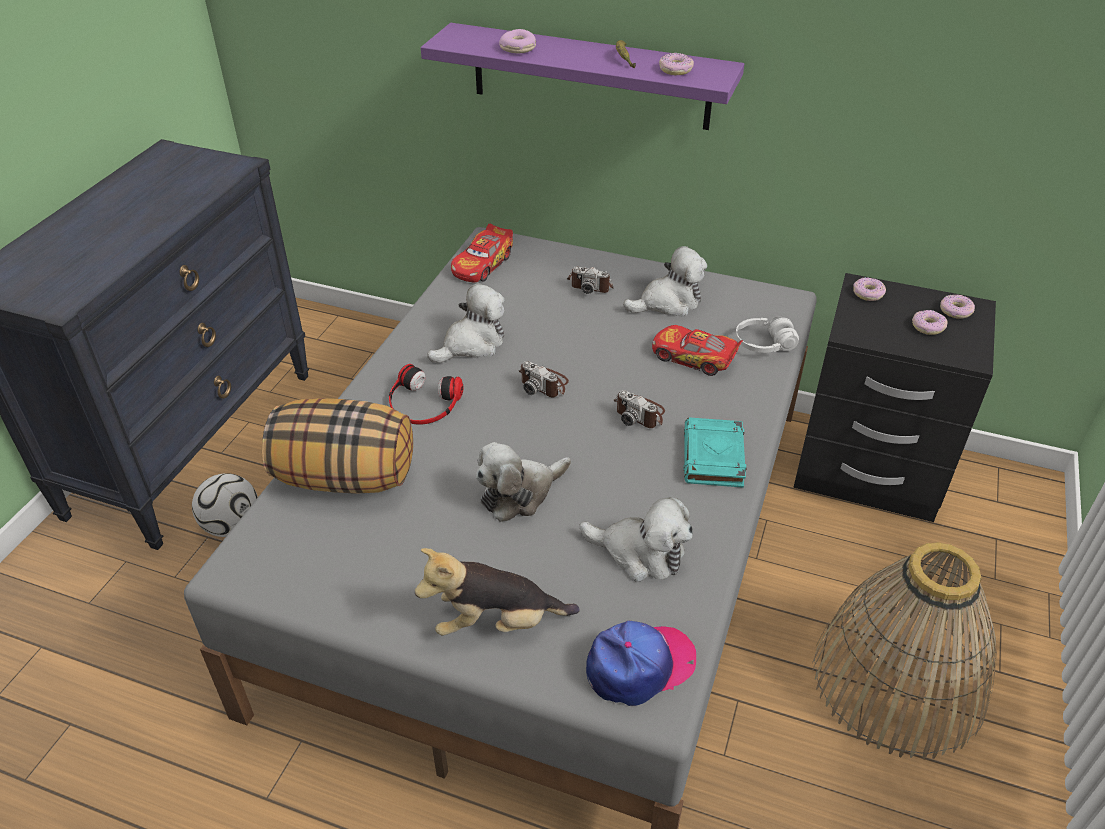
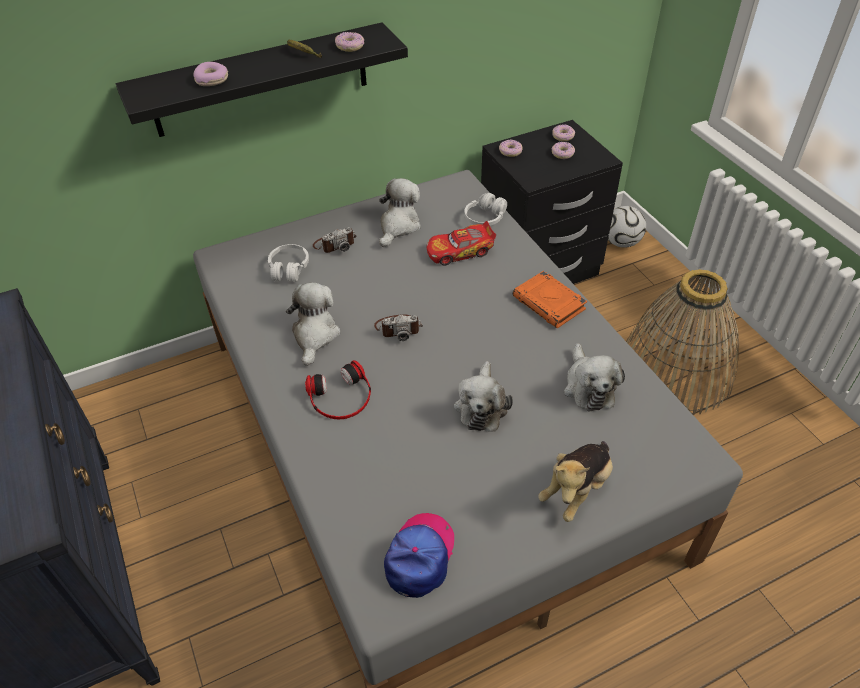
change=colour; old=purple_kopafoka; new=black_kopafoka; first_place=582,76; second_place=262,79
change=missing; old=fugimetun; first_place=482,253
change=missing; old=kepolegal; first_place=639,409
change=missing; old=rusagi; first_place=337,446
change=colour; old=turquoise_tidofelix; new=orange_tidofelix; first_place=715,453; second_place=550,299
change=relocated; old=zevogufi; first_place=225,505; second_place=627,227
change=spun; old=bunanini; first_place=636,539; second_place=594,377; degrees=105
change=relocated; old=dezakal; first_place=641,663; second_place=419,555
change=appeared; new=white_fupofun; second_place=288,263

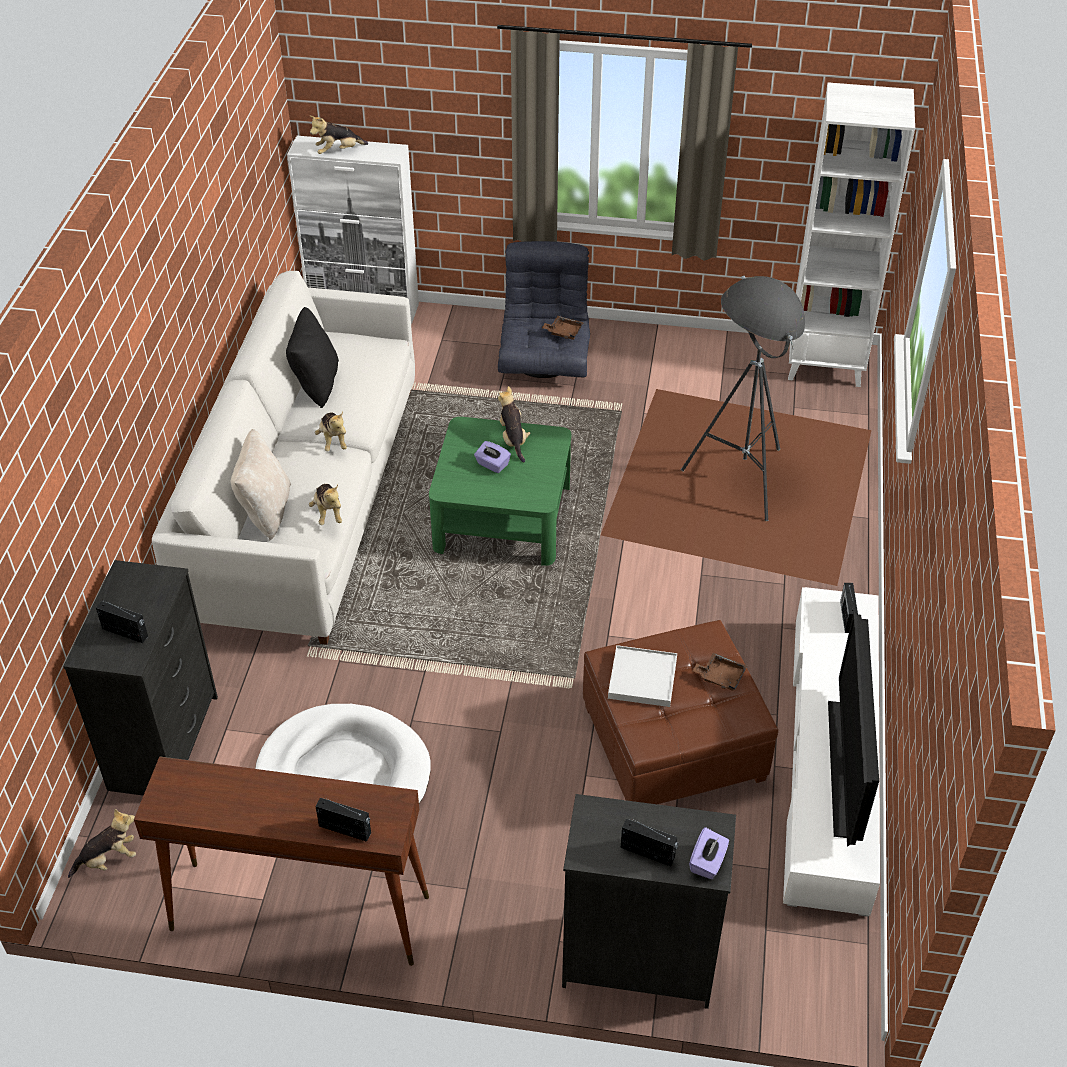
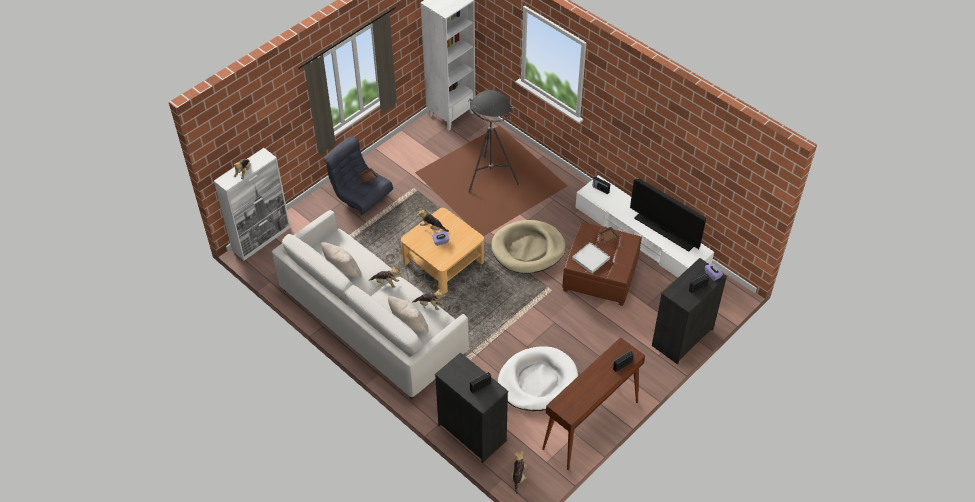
change=colour; old=black_rusagi; new=beige_rusagi; first_place=312,357; second_place=341,259
change=colour; old=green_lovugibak; new=beige_lovugibak; first_place=500,491; second_place=442,251
change=appeared; new=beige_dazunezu; second_place=528,246

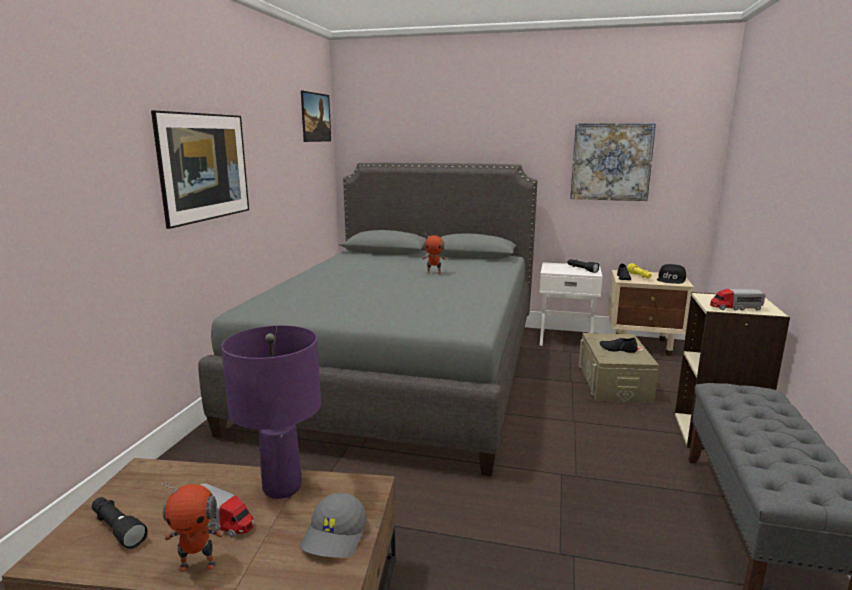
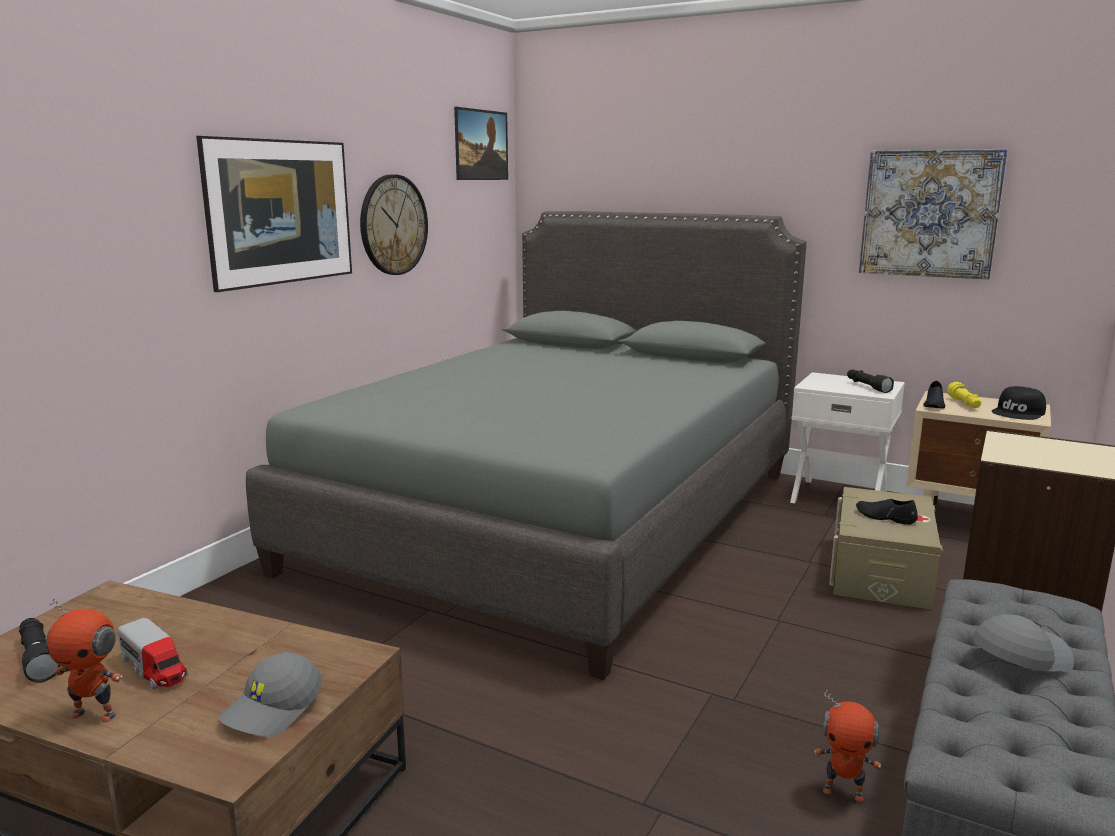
change=relocated; old=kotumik; first_place=434,253; second_place=847,746
change=missing; old=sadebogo; first_place=738,299
change=missing; old=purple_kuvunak; first_place=271,412
change=appeared; new=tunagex; second_place=394,224
change=appeared; new=grey_dezakal; second_place=1023,642

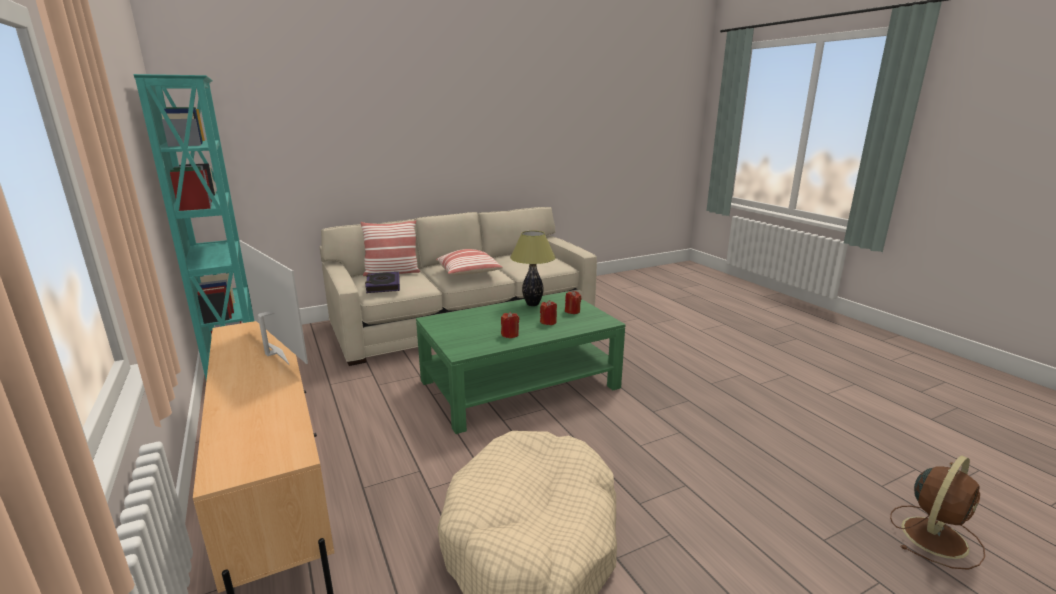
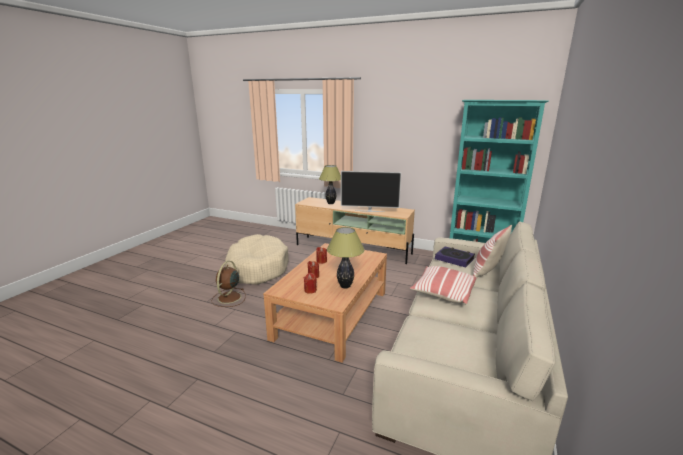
change=colour; old=green_lovugibak; new=brown_lovugibak; first_place=521,362; second_place=325,303
change=relocated; old=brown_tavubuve; first_place=937,513; second_place=228,284
change=appeared; new=kuvunak; second_place=330,184

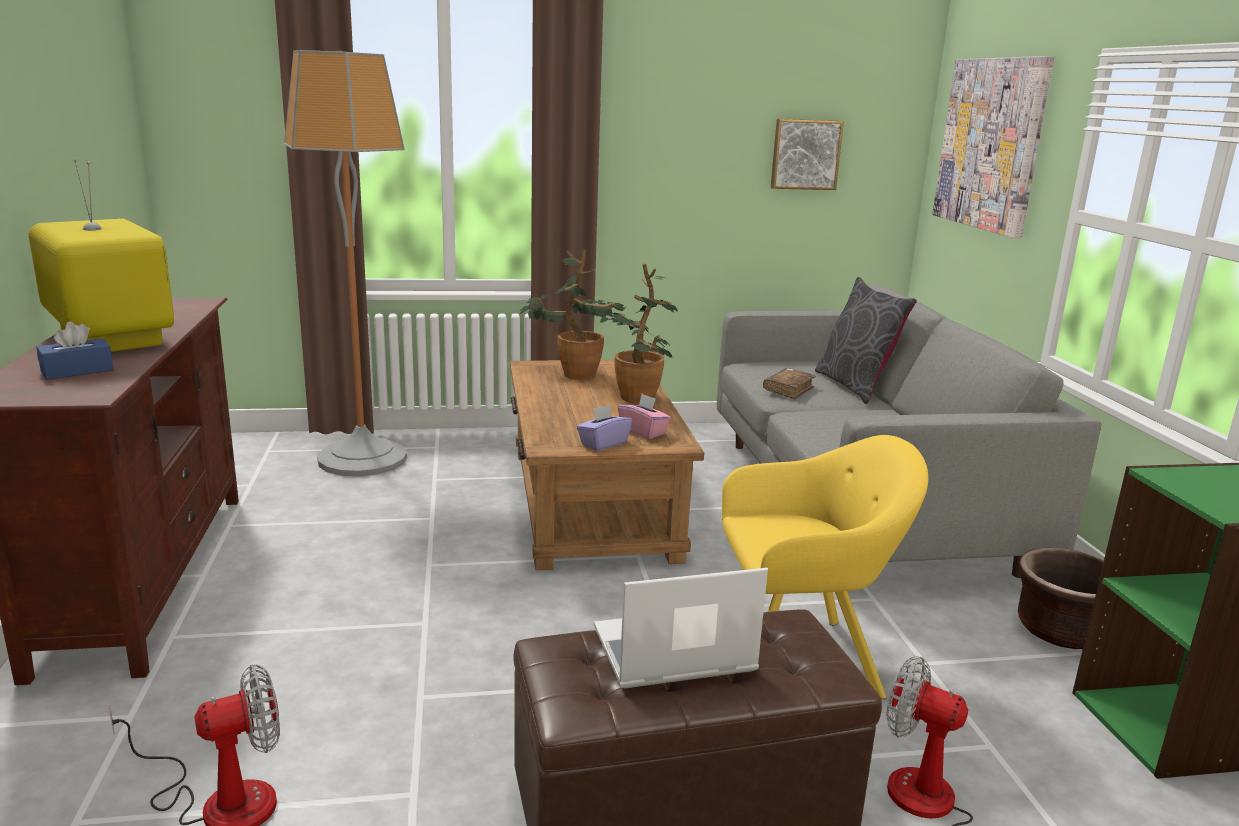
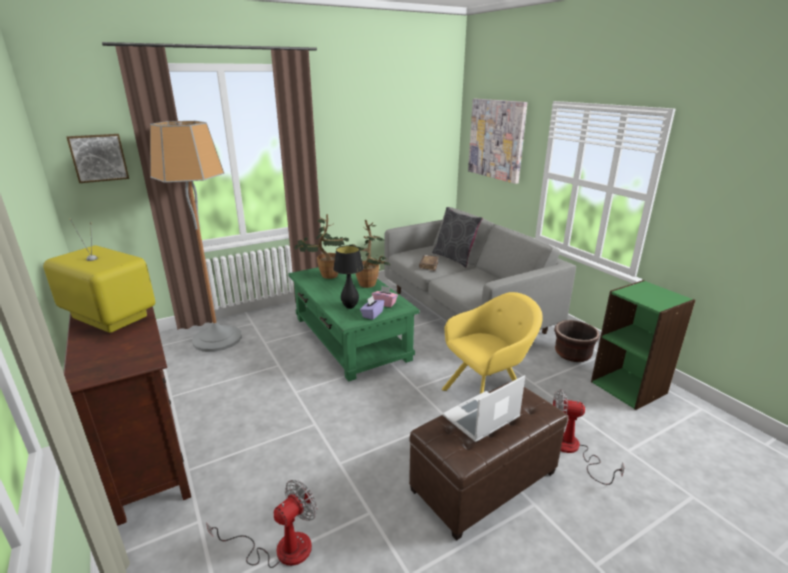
change=relocated; old=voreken; first_place=807,154; second_place=98,158
change=missing; old=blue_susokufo; first_place=75,351
change=colour; old=brown_lovugibak; new=green_lovugibak; first_place=607,465; second_place=354,324
change=appeared; new=black_kuvunak; second_place=348,277

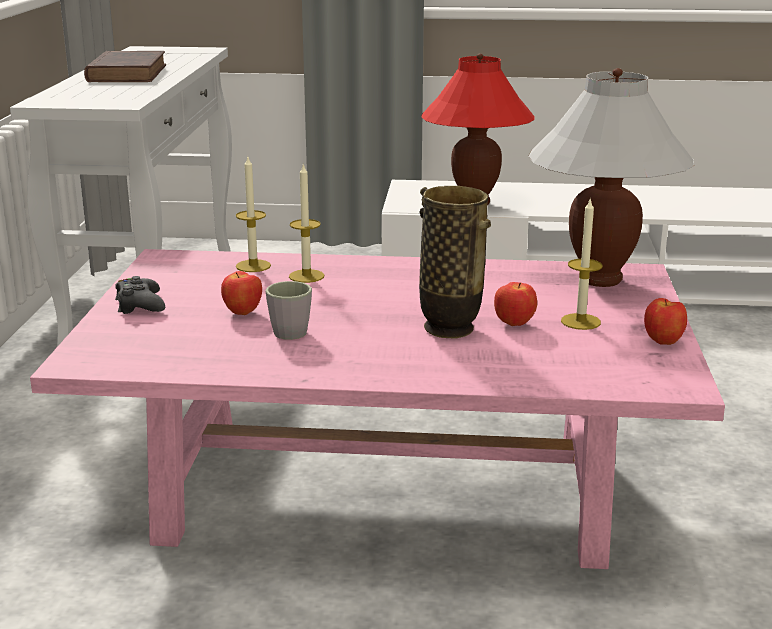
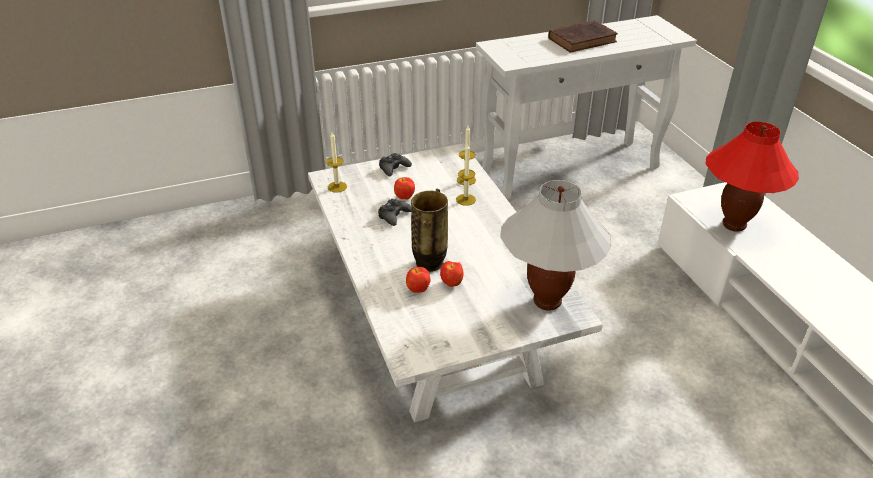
change=relocated; old=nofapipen; first_place=581,264; second_place=336,162
change=colour; old=pink_lovugibak; new=white_lovugibak; first_place=377,409; second_place=455,283
change=exchanged; old=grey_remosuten; new=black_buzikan; first_place=289,310; second_place=395,212
change=relocated; old=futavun; first_place=665,321; second_place=418,280

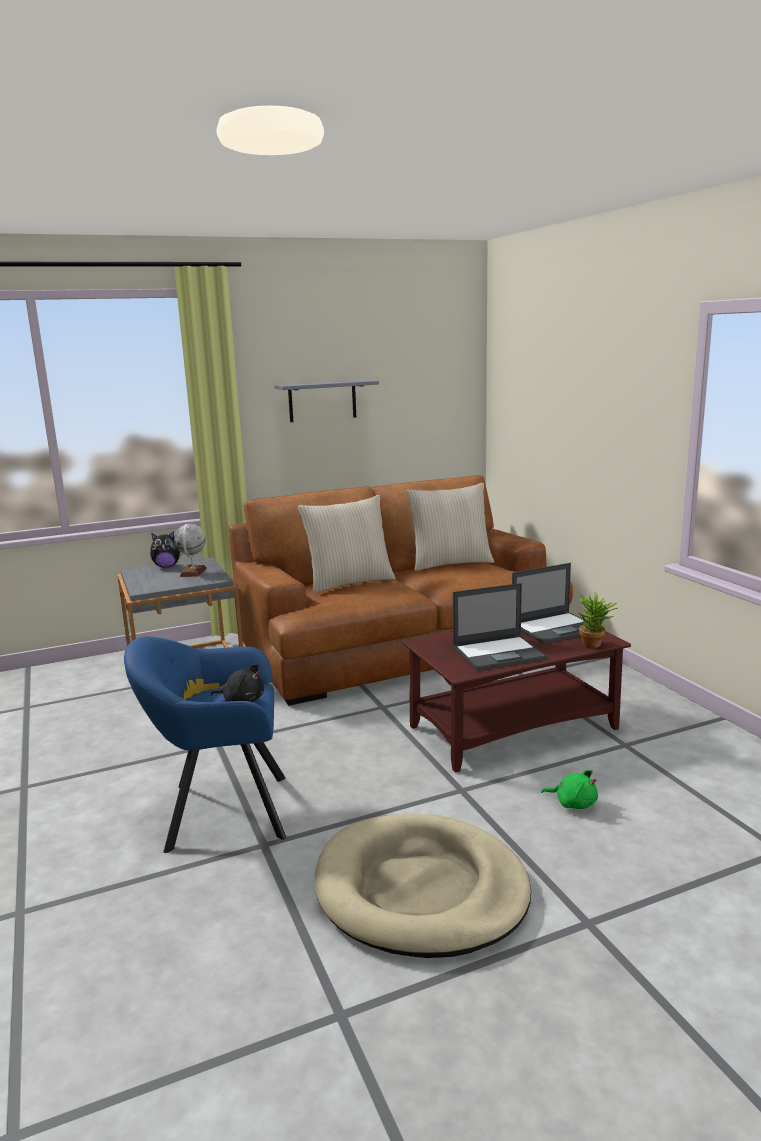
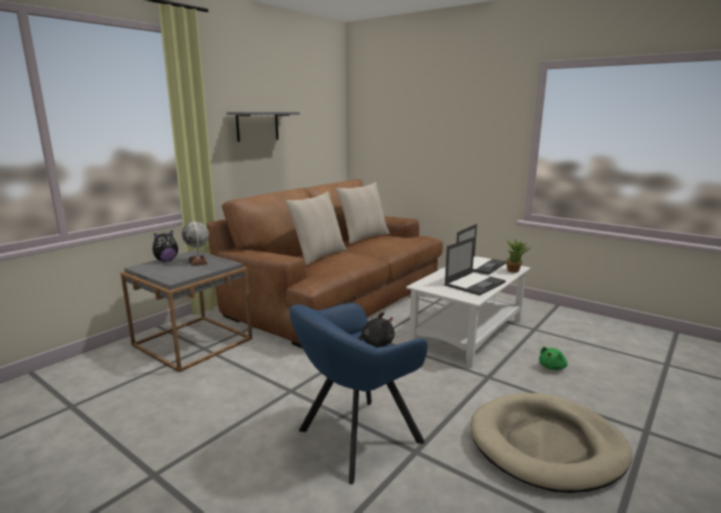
change=colour; old=brown_lovugibak; new=white_lovugibak; first_place=516,702; second_place=468,315
change=spun; old=green_bunanini; first_place=569,789; second_place=553,358; degrees=135

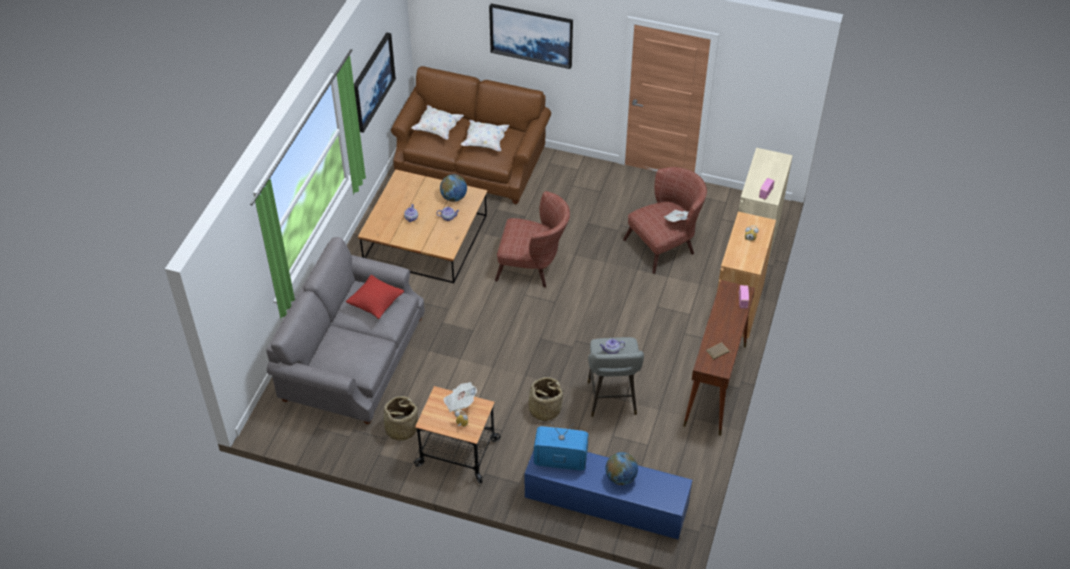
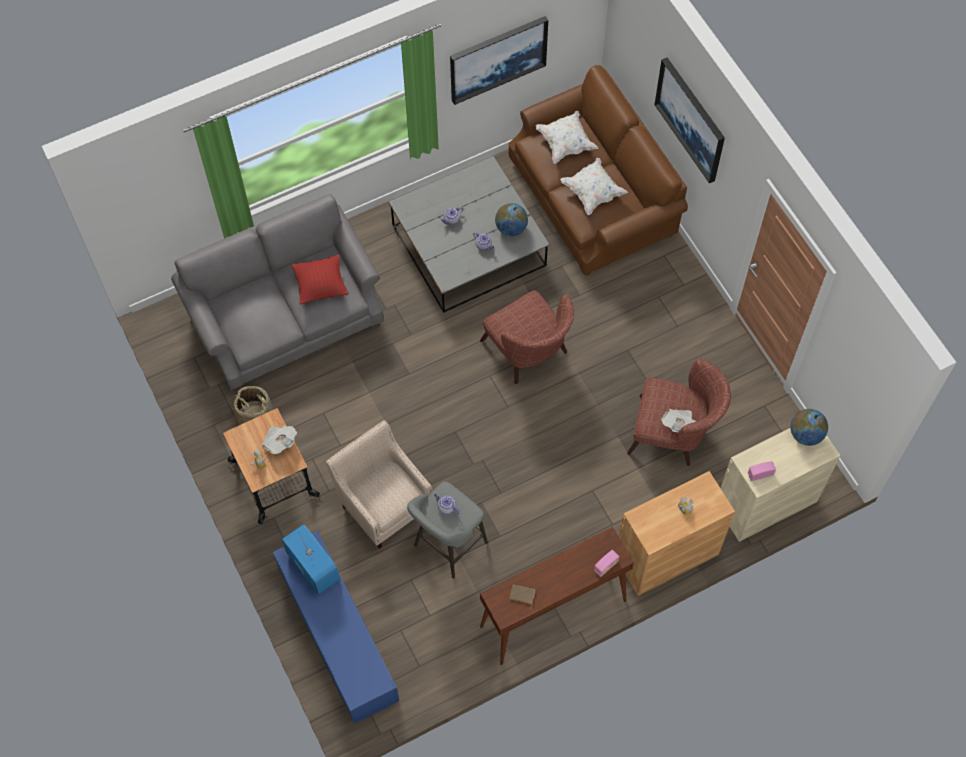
change=colour; old=brown_lovugibak; new=grey_lovugibak; first_place=422,226; second_place=469,234
change=exchanged; old=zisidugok; new=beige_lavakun; first_place=543,399; second_place=379,484
change=relocated; old=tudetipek; first_place=621,468; second_place=809,427

